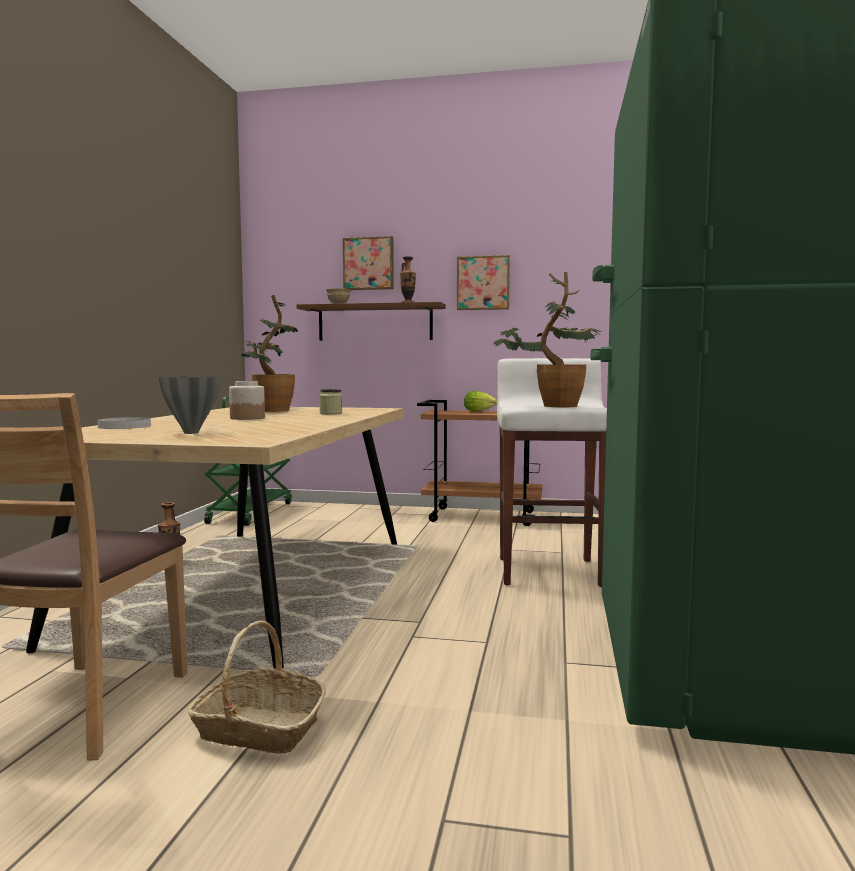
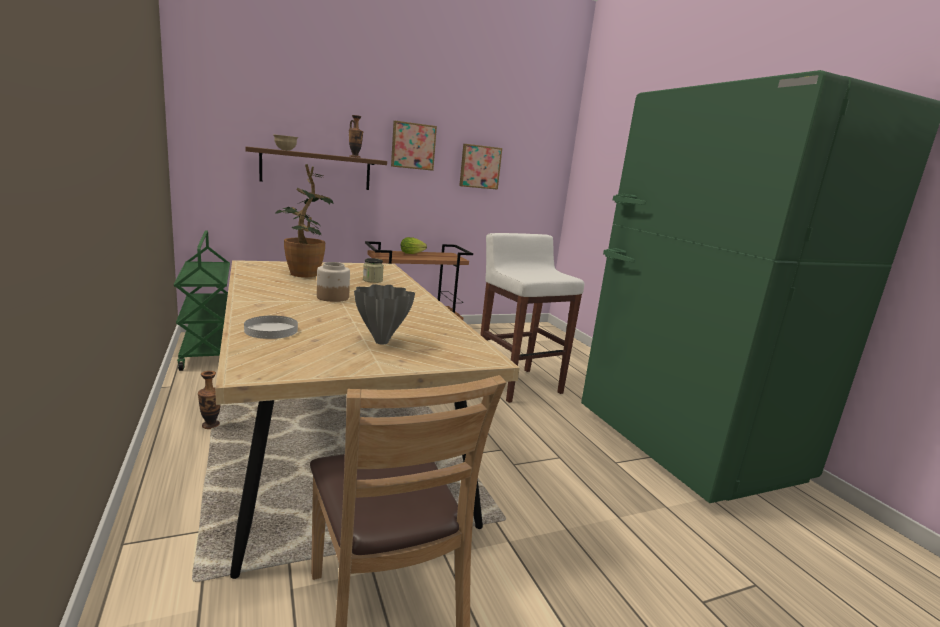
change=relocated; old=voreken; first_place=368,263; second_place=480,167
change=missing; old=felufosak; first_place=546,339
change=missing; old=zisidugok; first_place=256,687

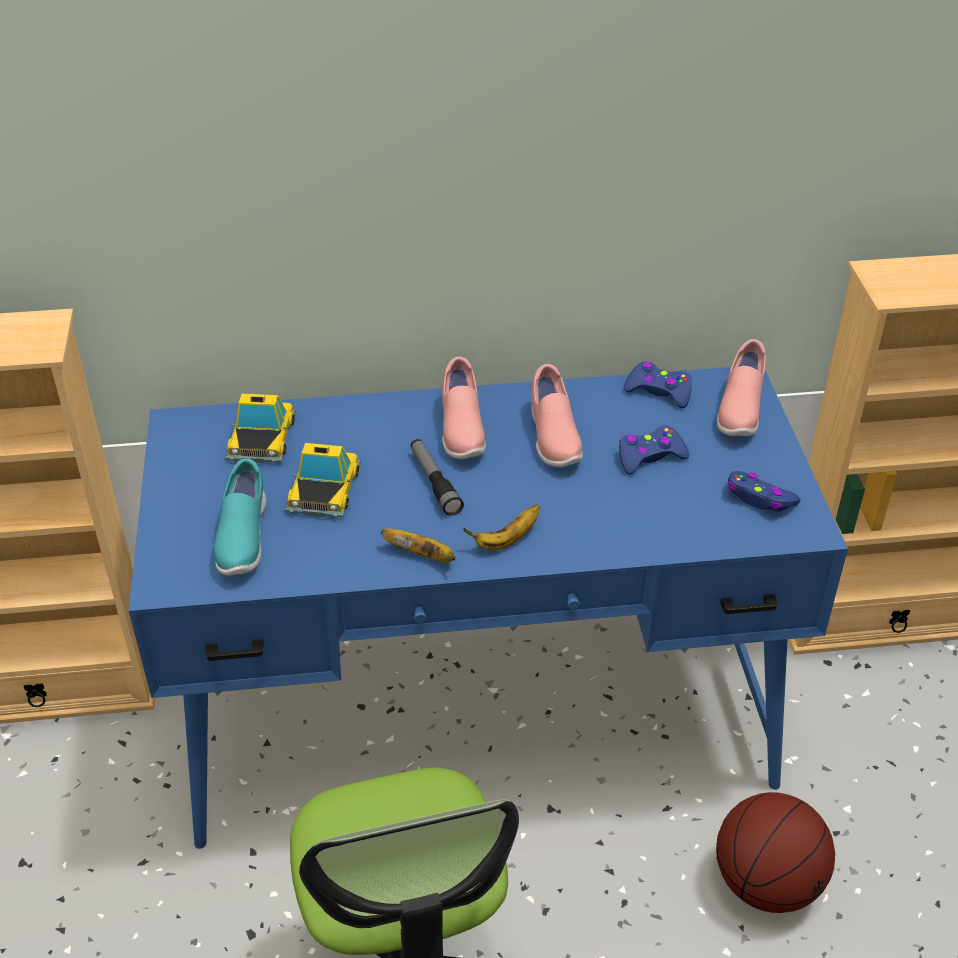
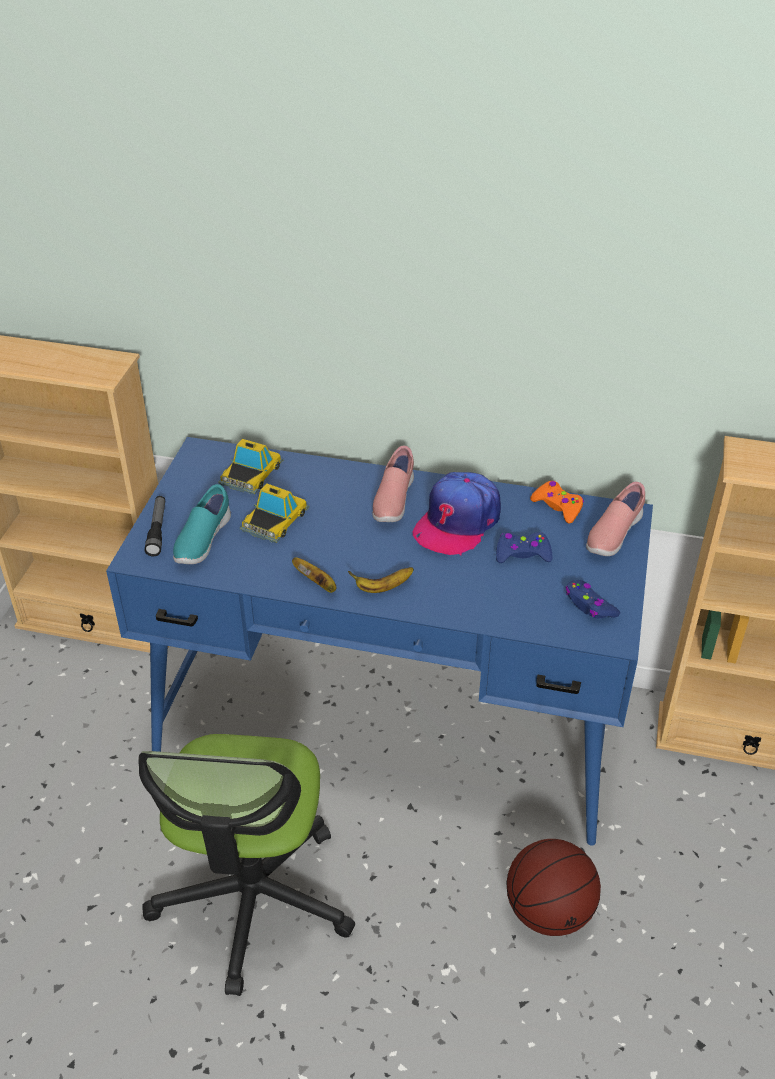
change=colour; old=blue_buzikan; new=orange_buzikan; first_place=658,384; second_place=557,502
change=exchanged; old=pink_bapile; new=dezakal; first_place=557,415; second_place=457,514
change=relocated; old=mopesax; first_place=437,477; second_place=154,526

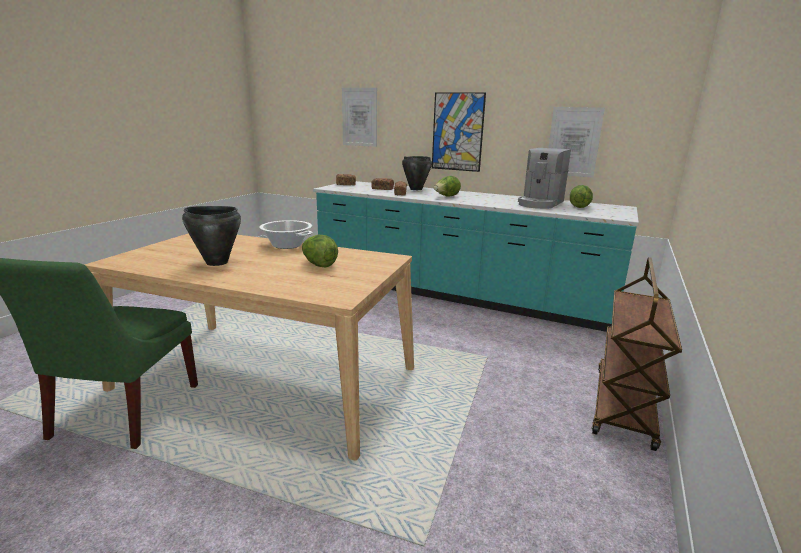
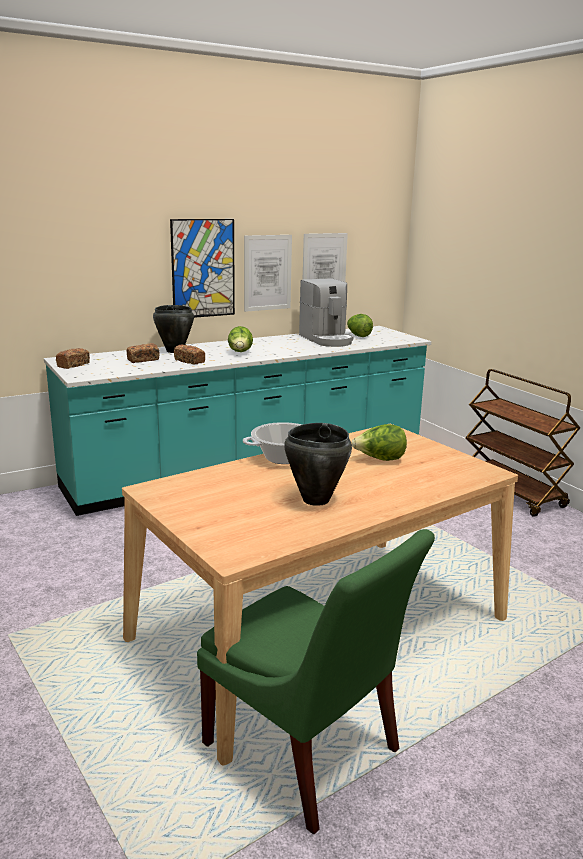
change=relocated; old=voreken; first_place=359,117; second_place=268,273

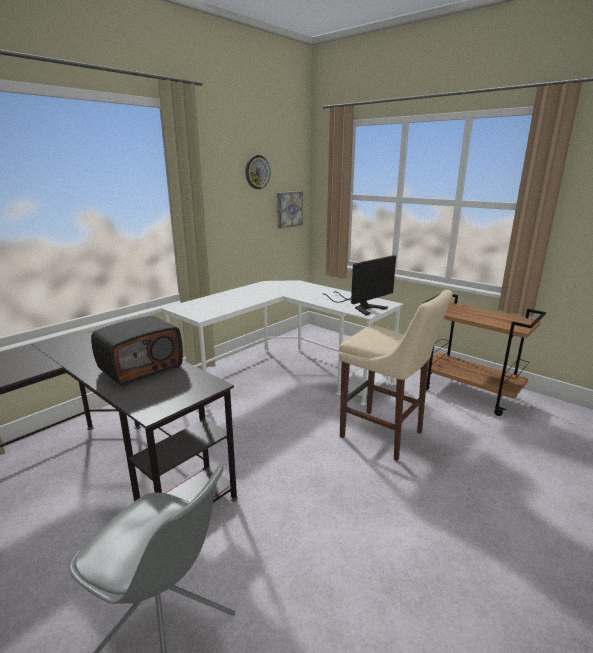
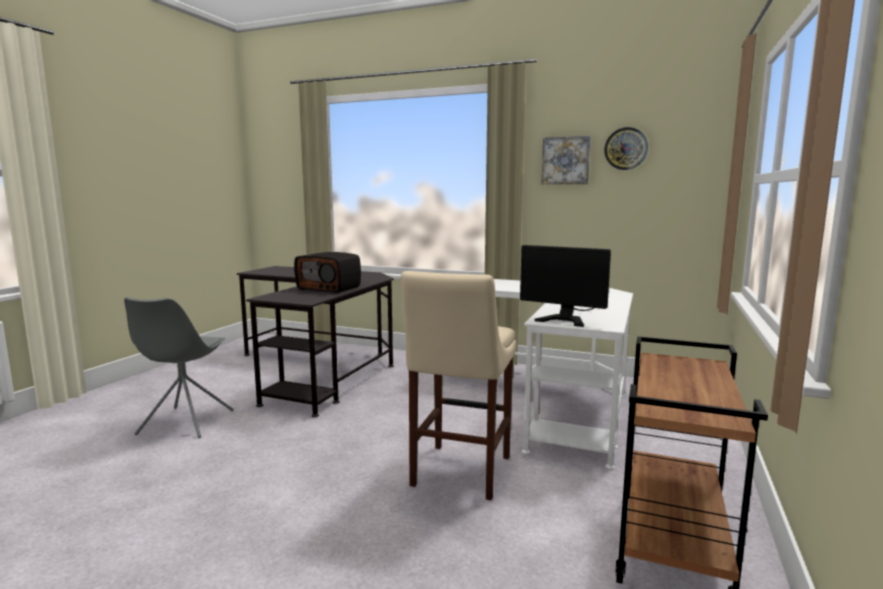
change=relocated; old=voreken; first_place=290,210; second_place=566,160

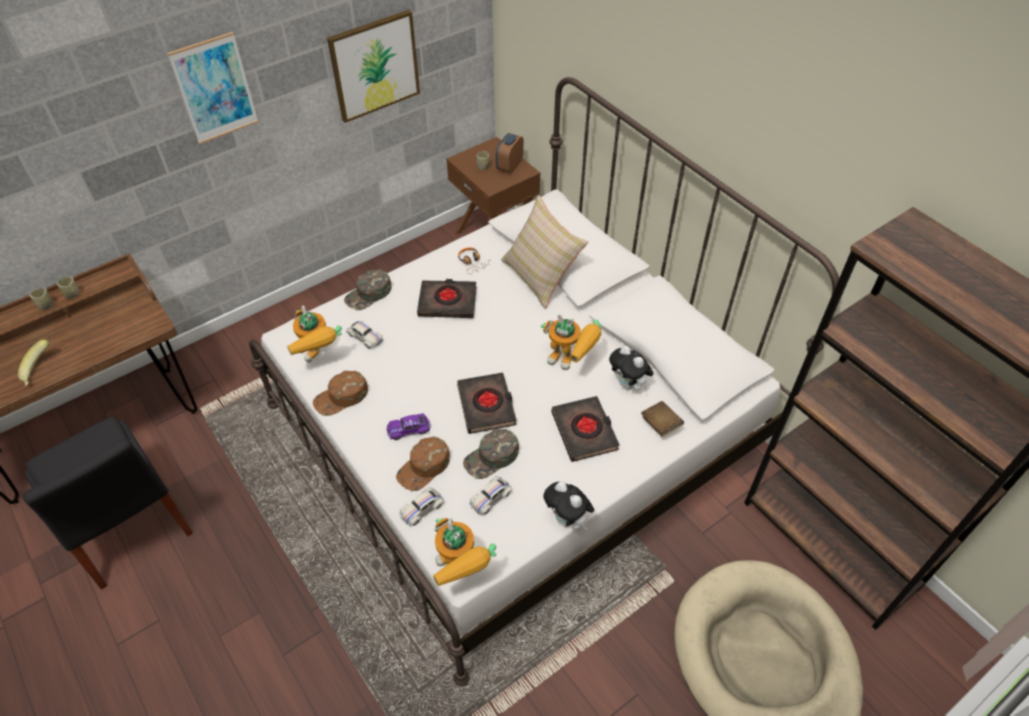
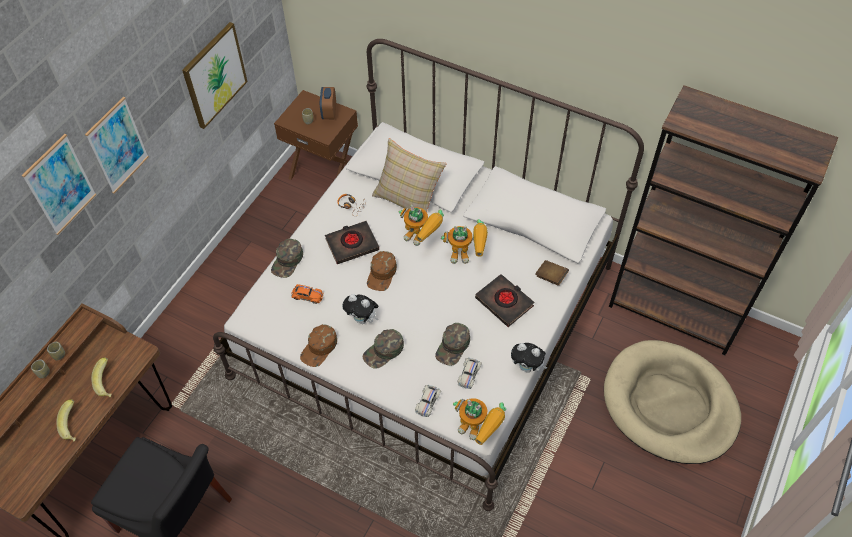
change=relocated; old=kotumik; first_place=314,334; second_place=421,225
change=colour; old=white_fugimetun; new=orange_fugimetun; first_place=365,334; second_place=307,294
change=relocated; old=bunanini; first_place=631,368; second_place=360,309
change=missing; old=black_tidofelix; first_place=486,403
change=exchanged; old=purple_fugimetun; new=green_dezakal; first_place=408,426; second_place=383,349
change=relocated; old=brown_dezakal; first_place=423,463; second_place=382,271
change=appeared; new=voreken; second_place=59,184
change=appeared; new=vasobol; second_place=101,377

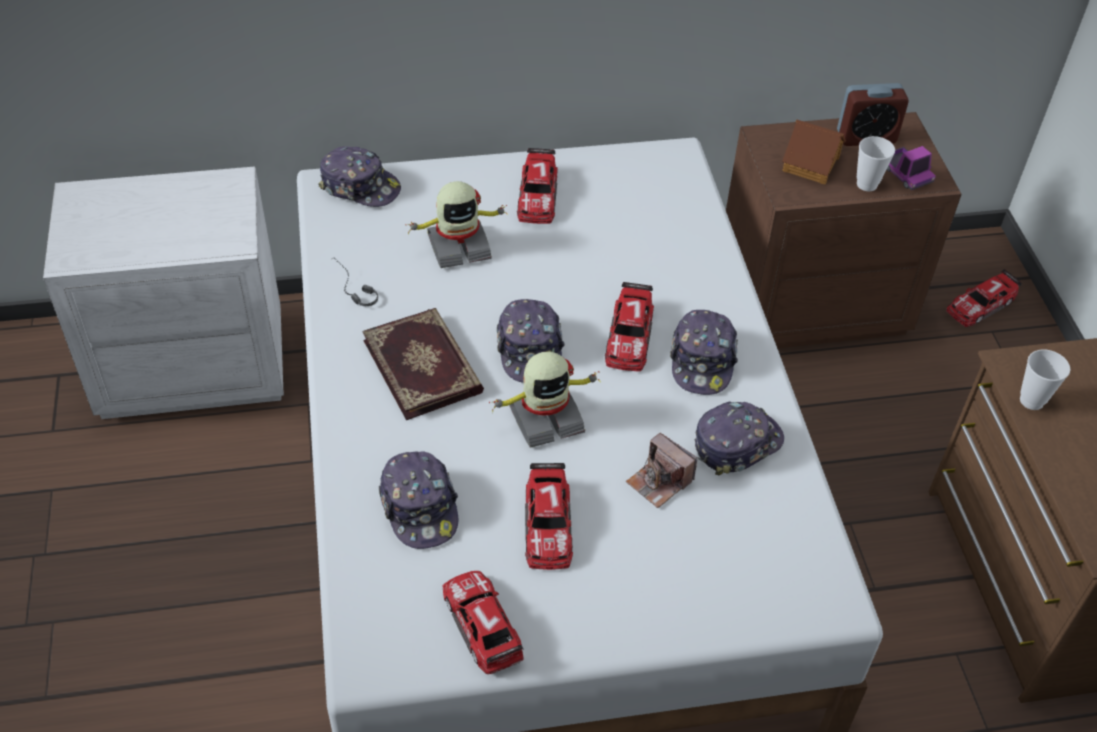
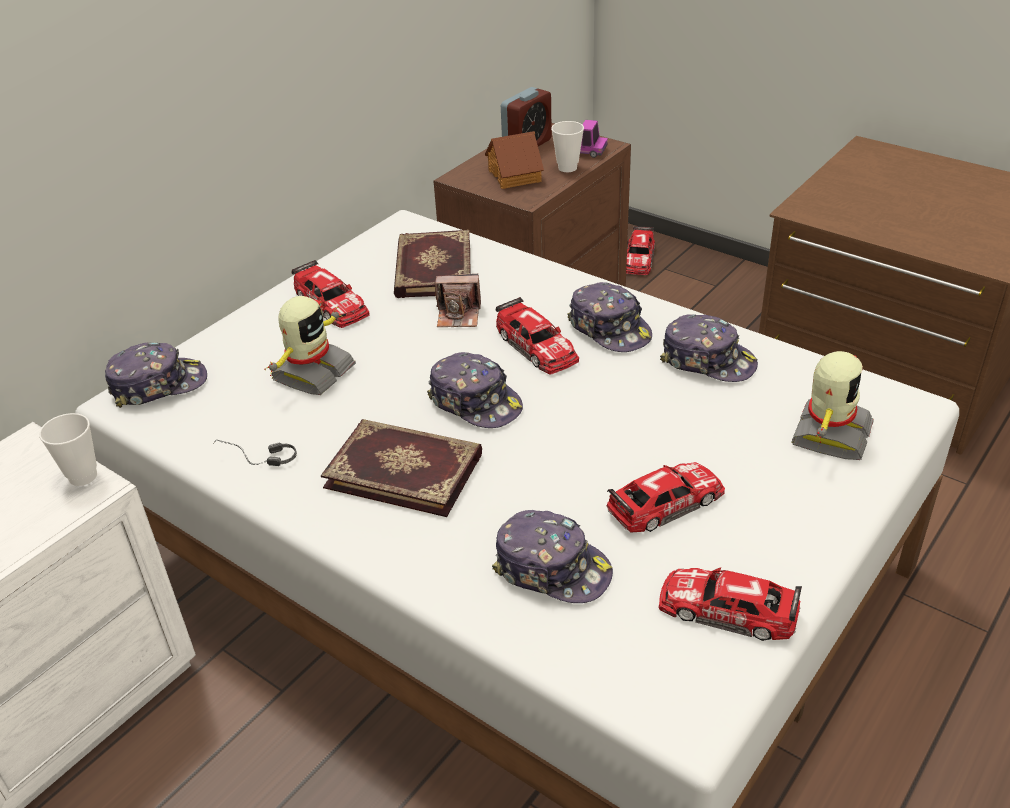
change=relocated; old=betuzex; first_place=1045,379; second_place=68,449
change=relocated; old=kotumik; first_place=545,399; second_place=832,405
change=spun; old=dezakal; first_place=739,438; second_place=709,348; degrees=105
change=relocated; old=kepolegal; first_place=661,470; second_place=457,300
change=spun; old=fugimetun; first_place=549,516; second_place=666,497; degrees=-75
change=appeared; new=tidofelix; second_place=432,264

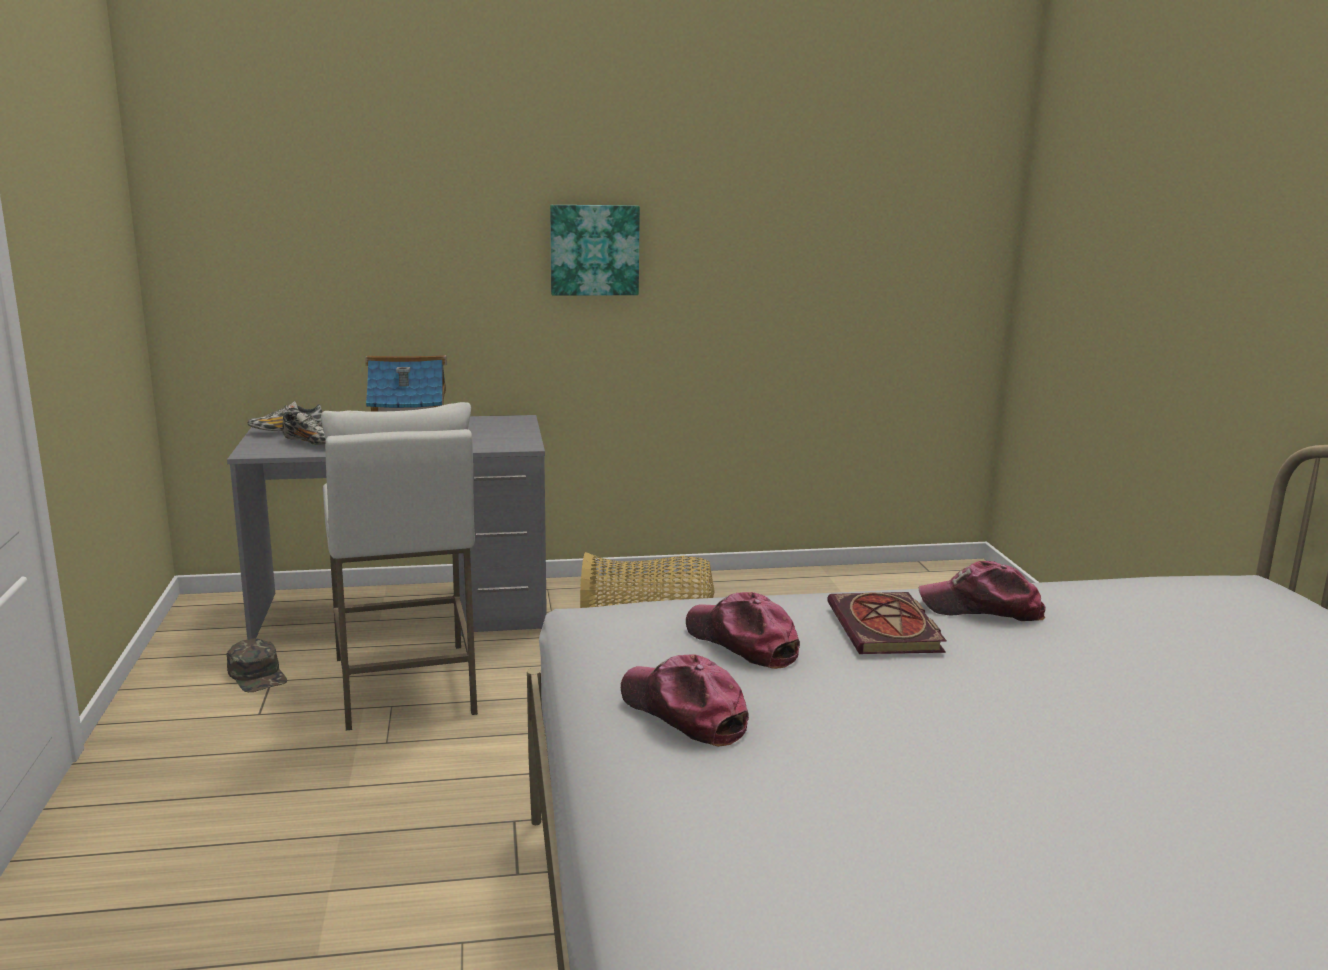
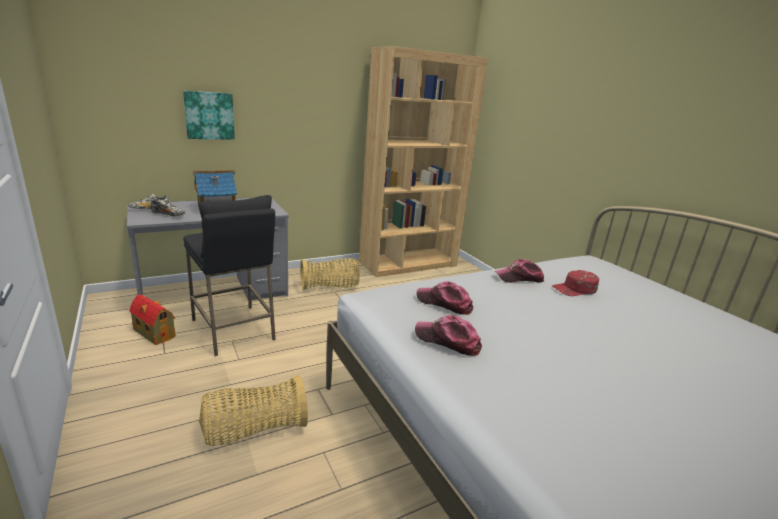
change=relocated; old=voreken; first_place=595,250; second_place=209,115
change=colour; old=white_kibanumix; new=black_kibanumix; first_place=399,566; second_place=229,275
change=missing; old=tidofelix; first_place=887,623
change=exchanged; old=green_dezakal; new=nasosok; first_place=257,665; second_place=152,319
change=appeared; new=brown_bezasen; second_place=423,161
change=appeared; new=red_dezakal; second_place=575,283
change=appeared; new=zisidugok; second_place=253,410

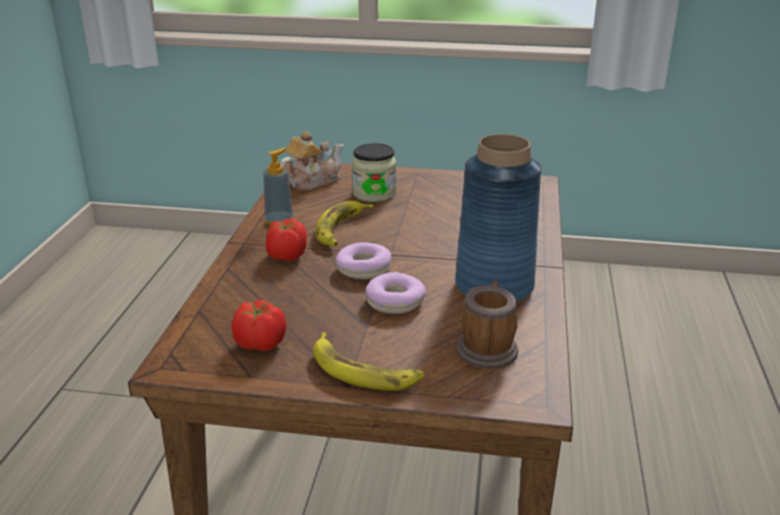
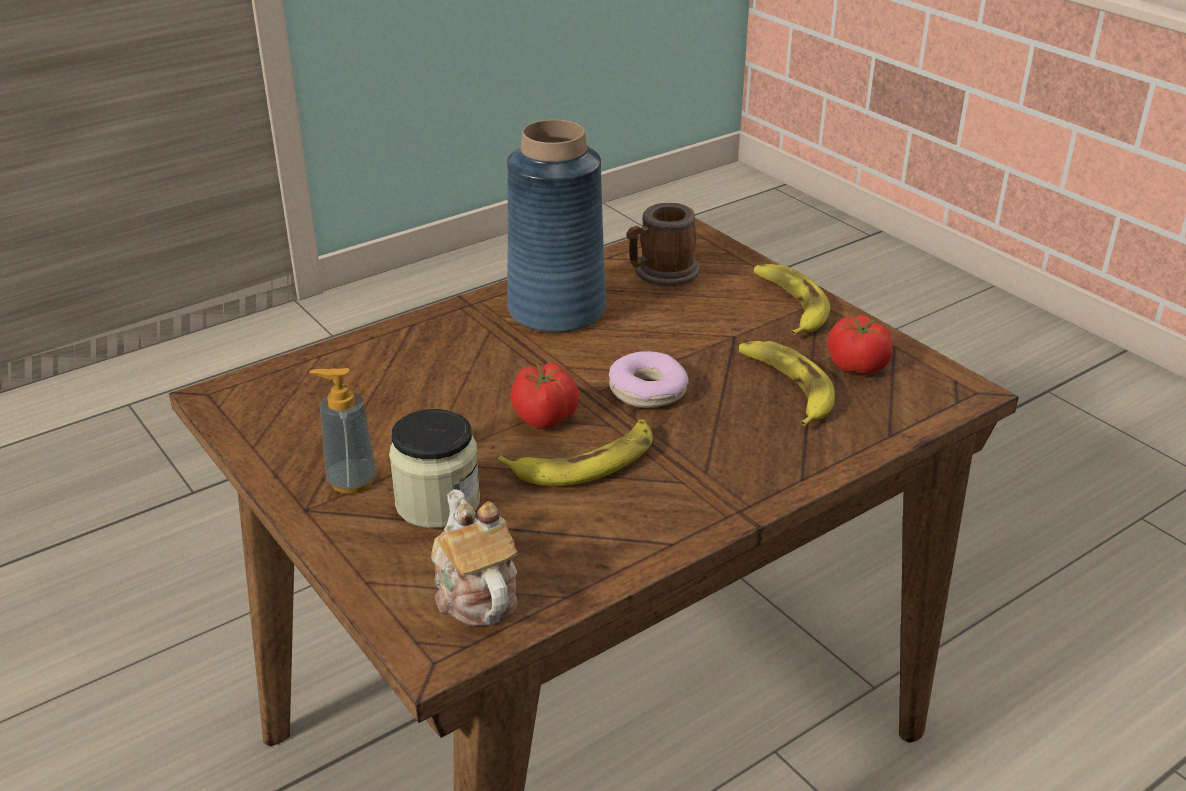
change=spun; old=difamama; first_place=311,160; second_place=474,557; degrees=60
change=relocated; old=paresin; first_place=278,186; second_place=343,431
change=relocated; old=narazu; first_place=286,239; second_place=544,396
change=missing; old=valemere; first_place=395,293
change=appeared; new=vasobol; second_place=787,383

